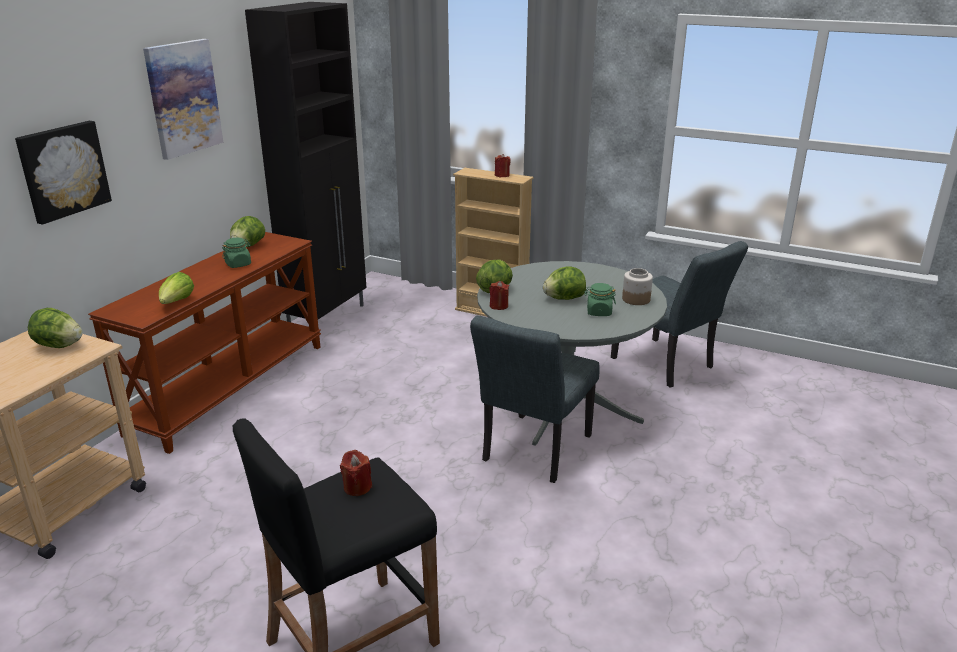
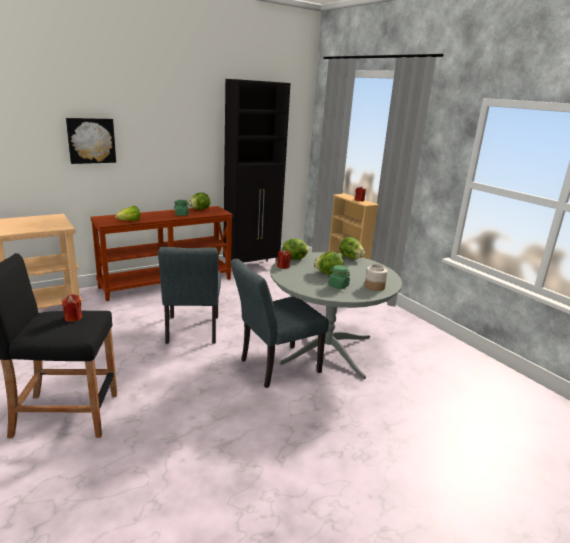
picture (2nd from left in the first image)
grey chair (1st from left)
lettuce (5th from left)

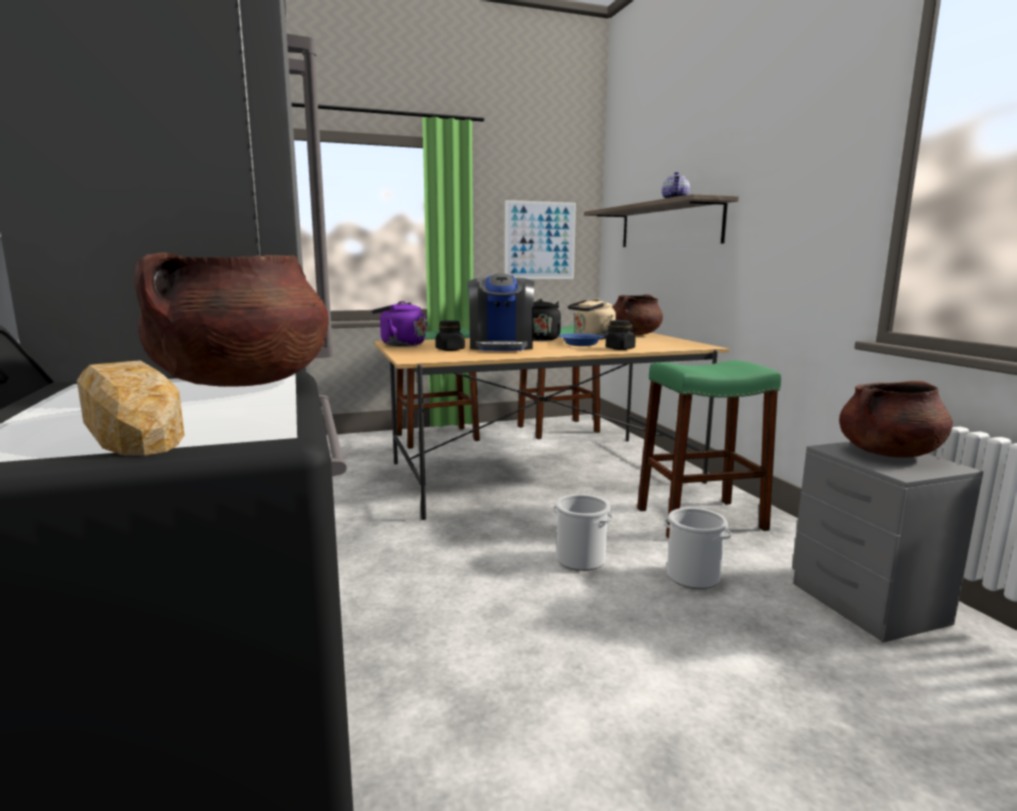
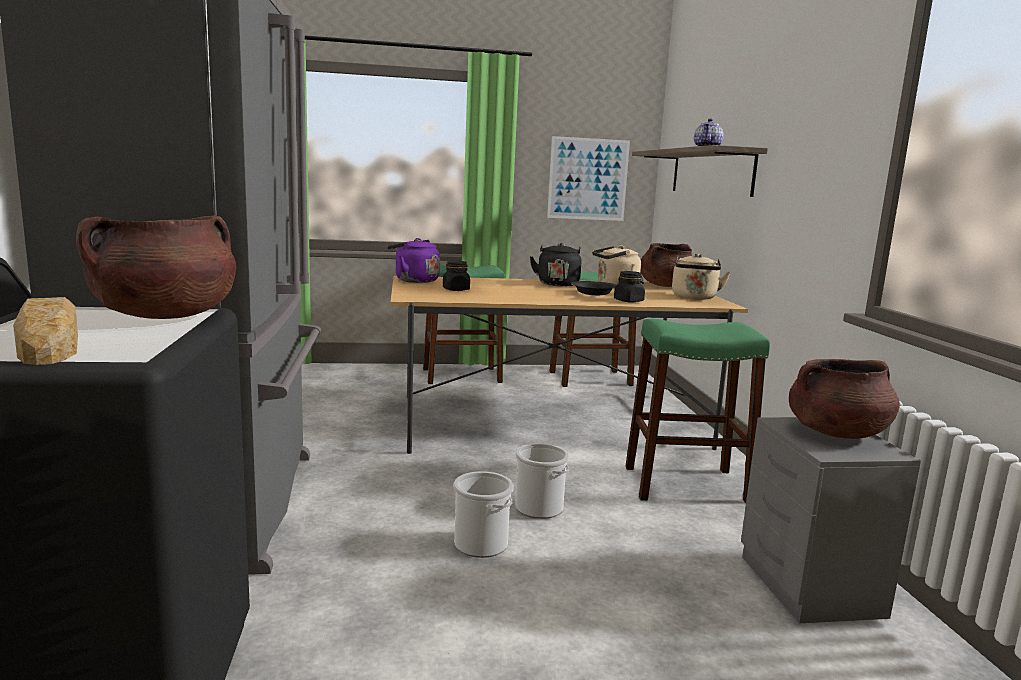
coffee machine
black bowl
bucket (1st from left)
beige kettle (2nd from left)

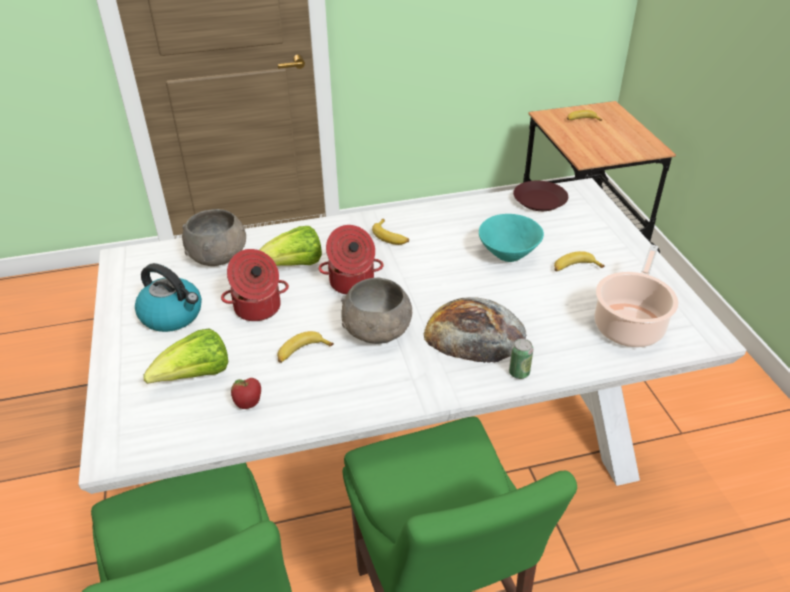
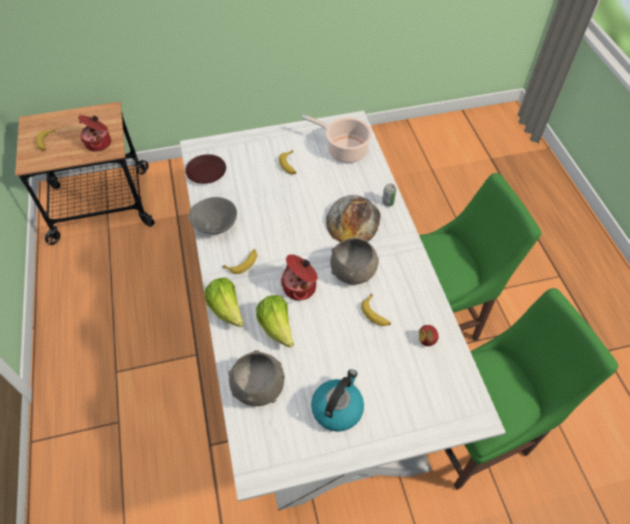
turquoise bowl
cooking pot (1st from left)
lettuce (1st from left)
grey bowl (1st from left)

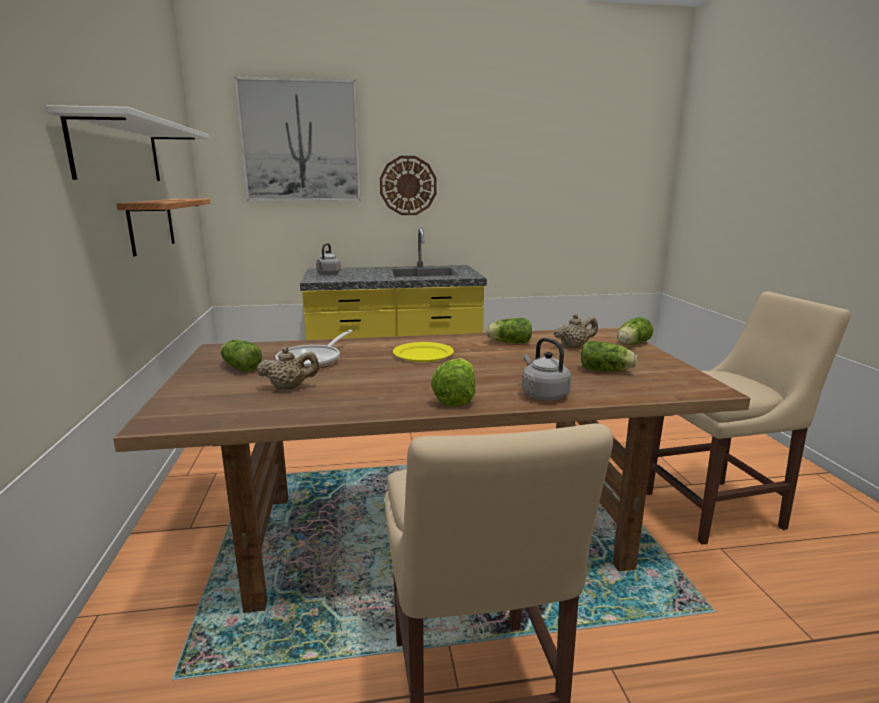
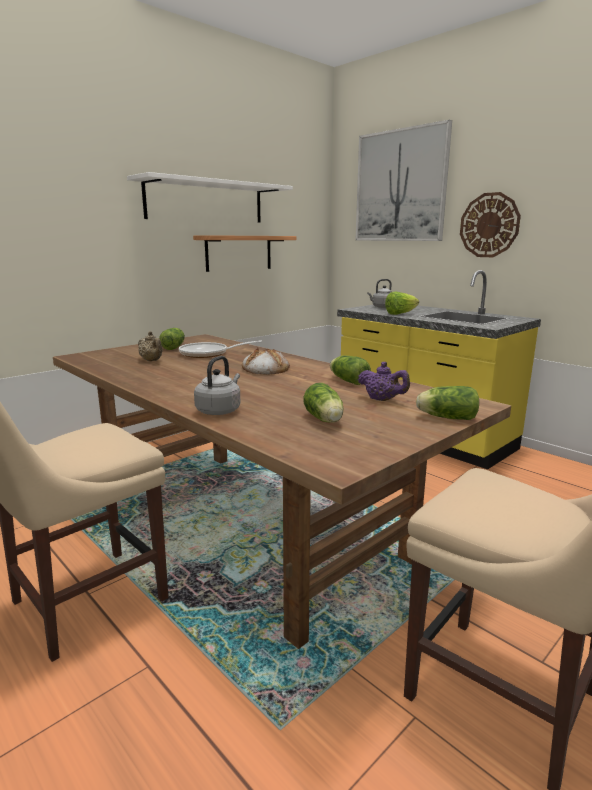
purple teapot
bread
lettuce (4th from left)

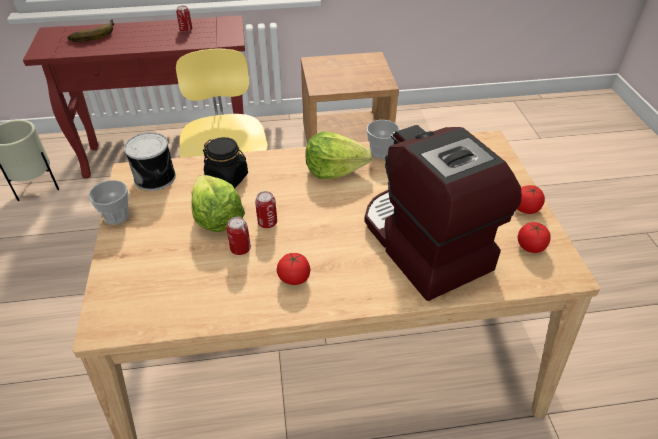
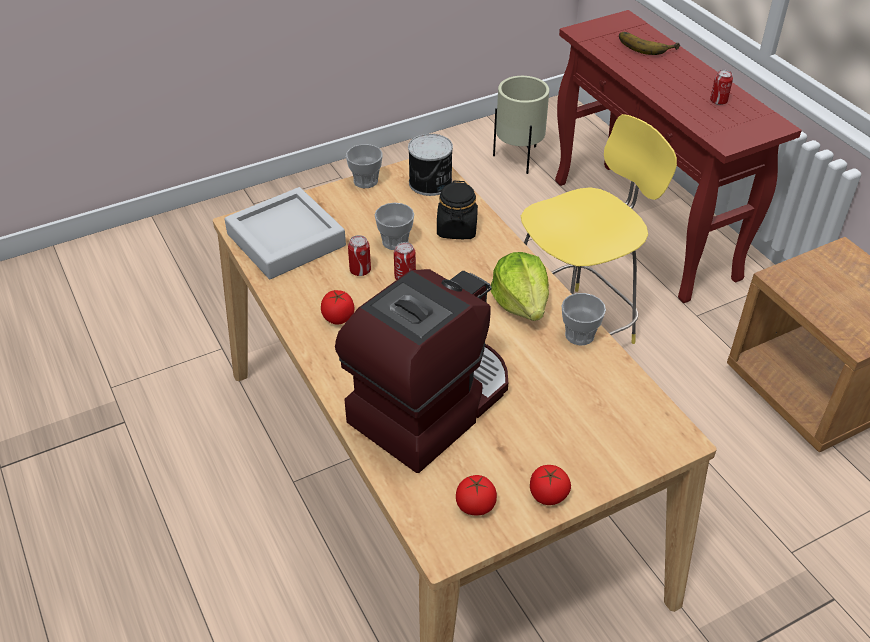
cup (2nd from left)
grey tray

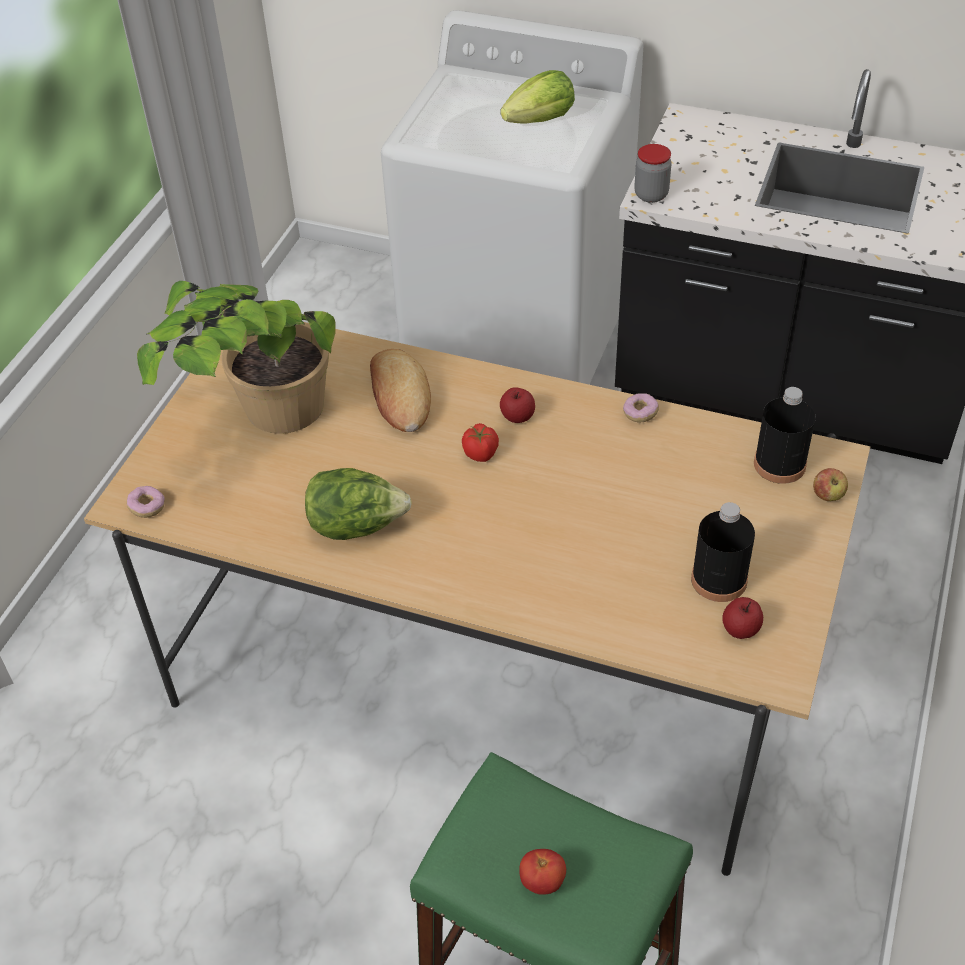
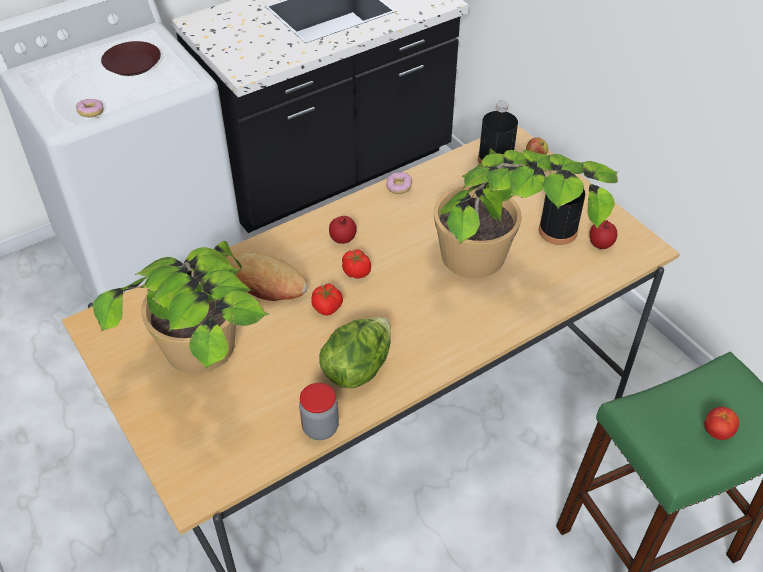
brown plate
jar
donut (1st from left)
potted plant (2nd from left)
tomato (1st from left)

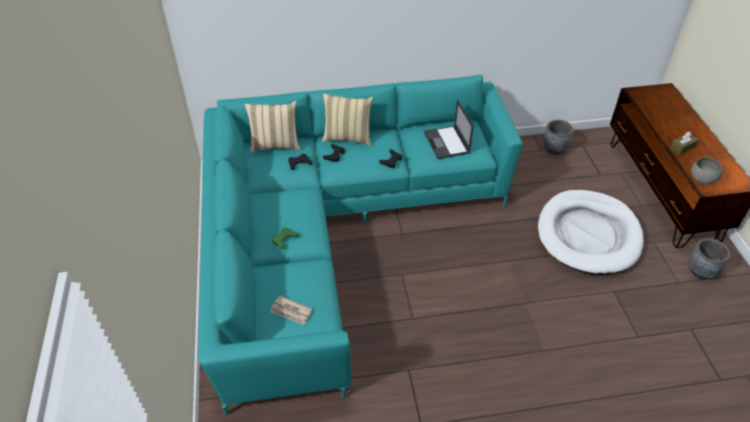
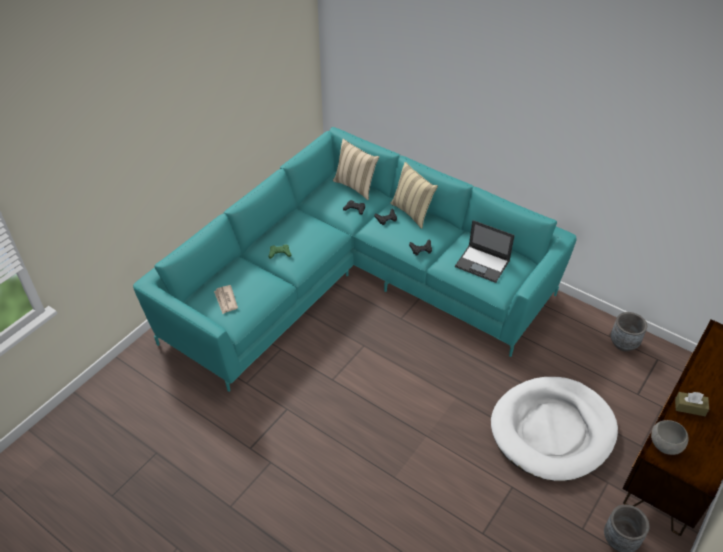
laptop

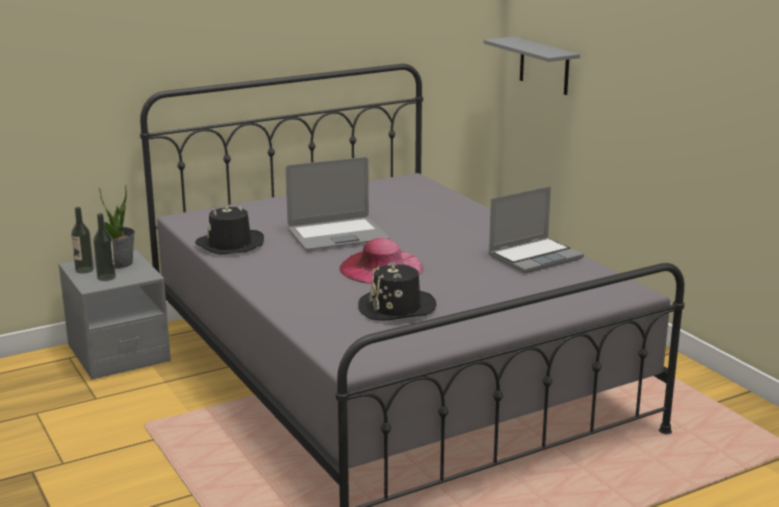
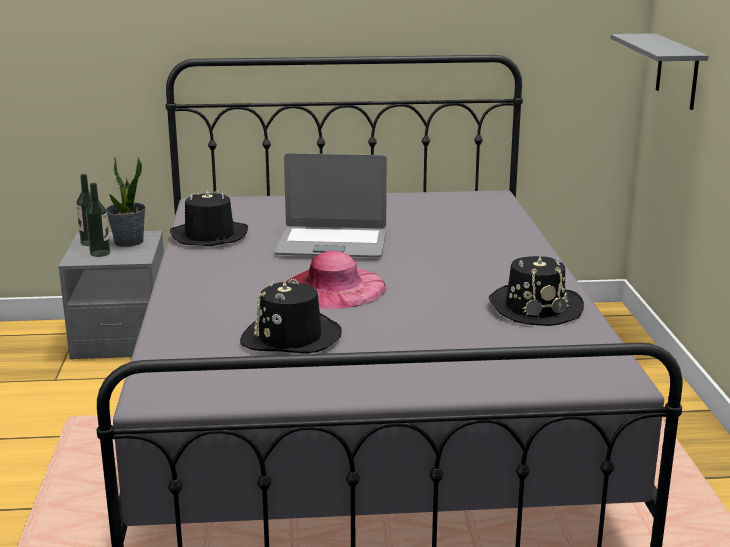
black hat (3rd from left)

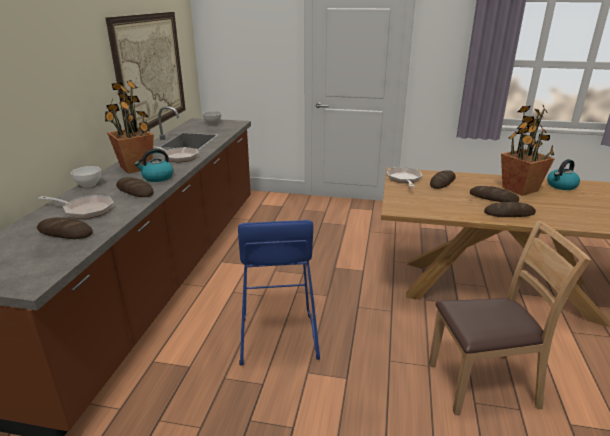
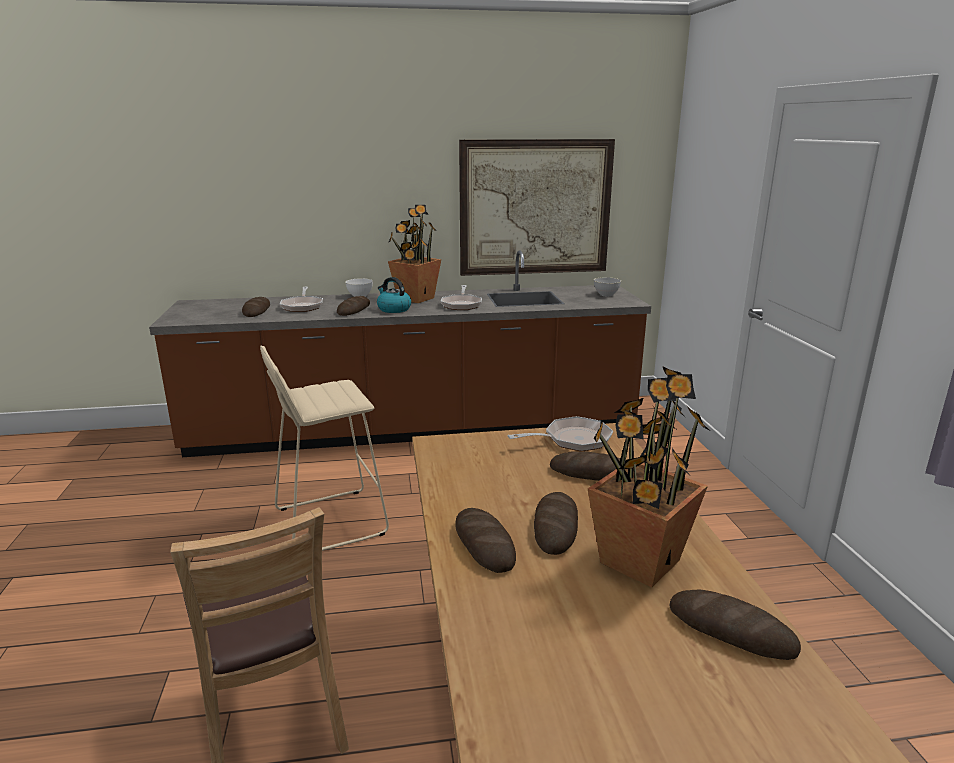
bread (6th from left)
beige stool

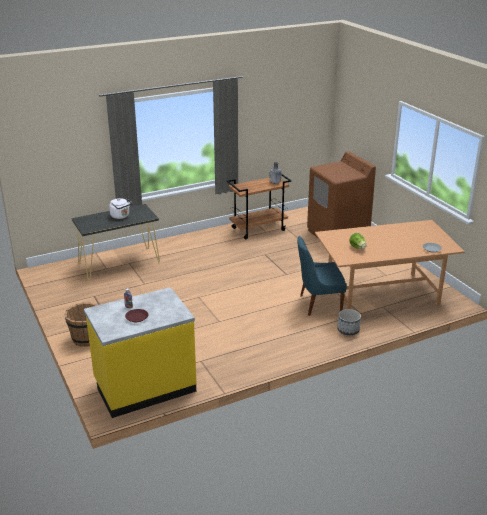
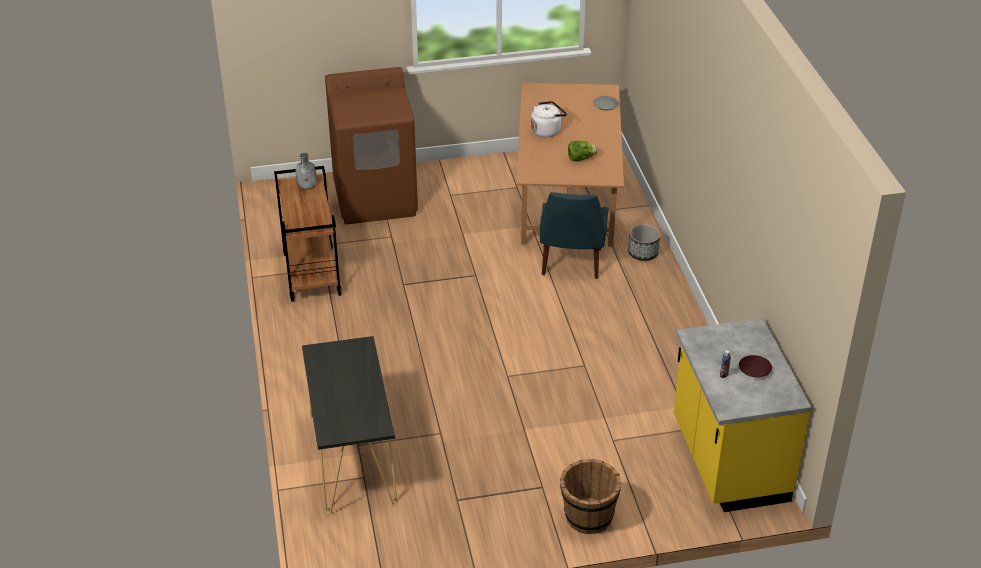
white kettle

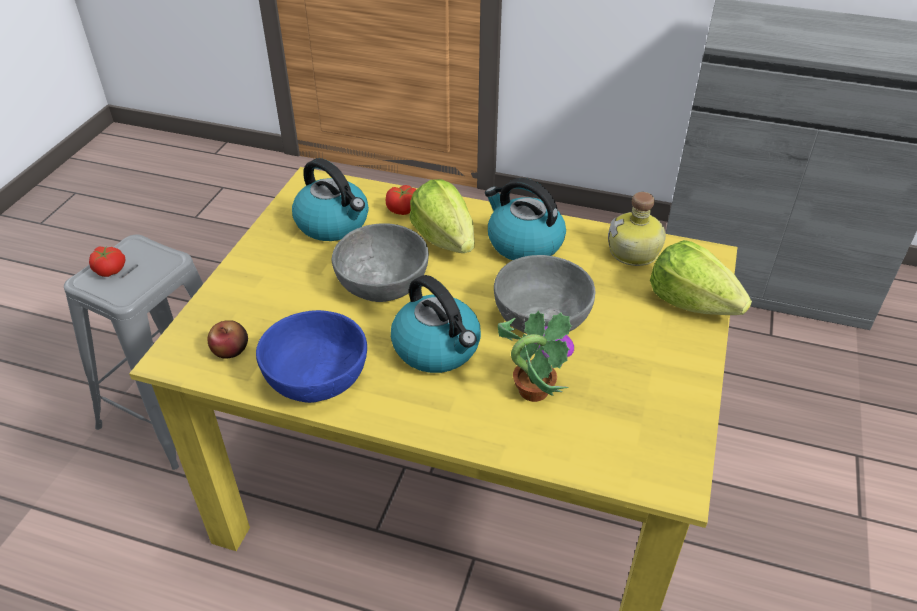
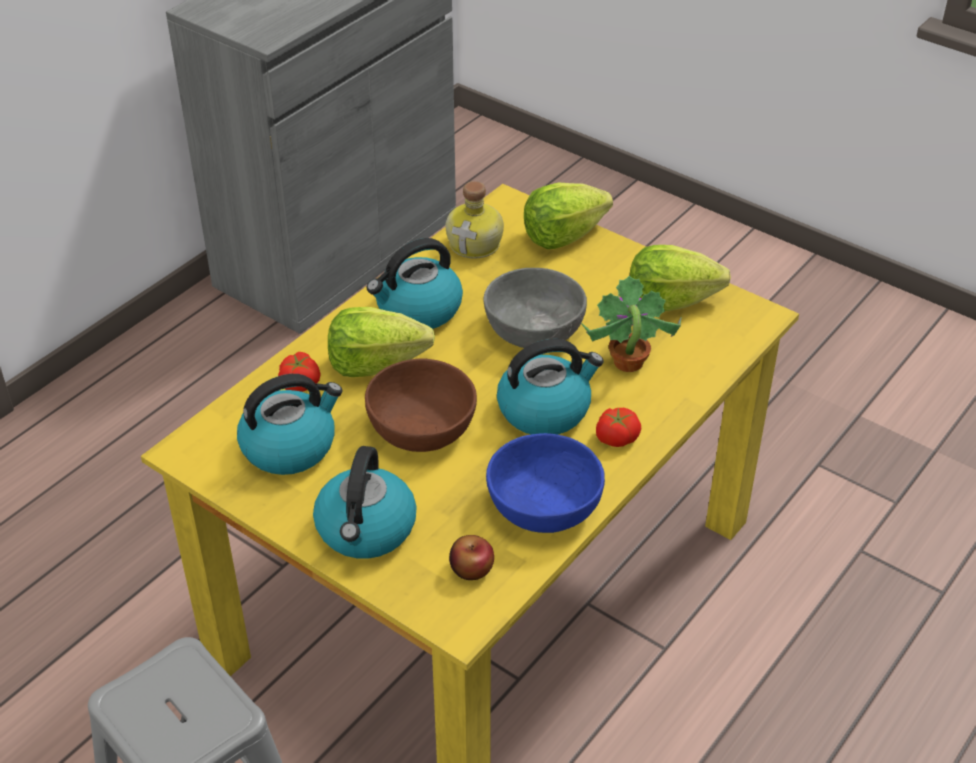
brown bowl
tomato (2nd from left)
lettuce (3rd from left)
kettle (2nd from left)

